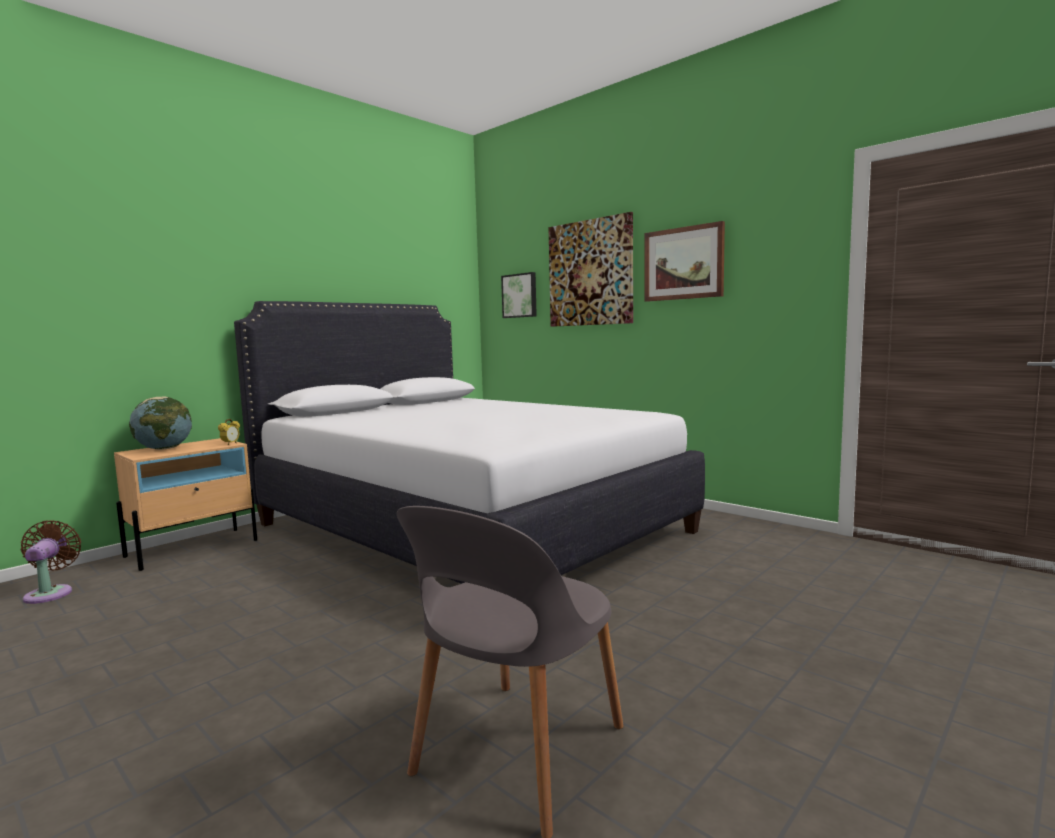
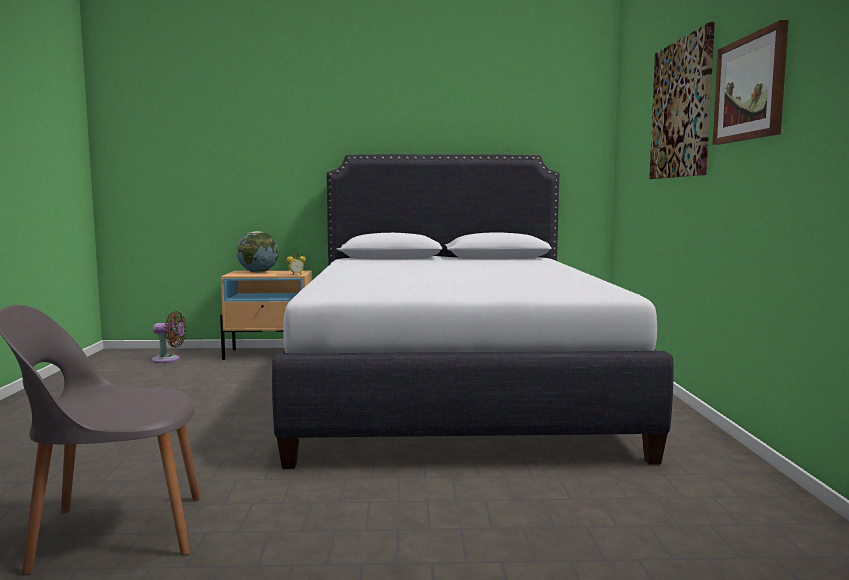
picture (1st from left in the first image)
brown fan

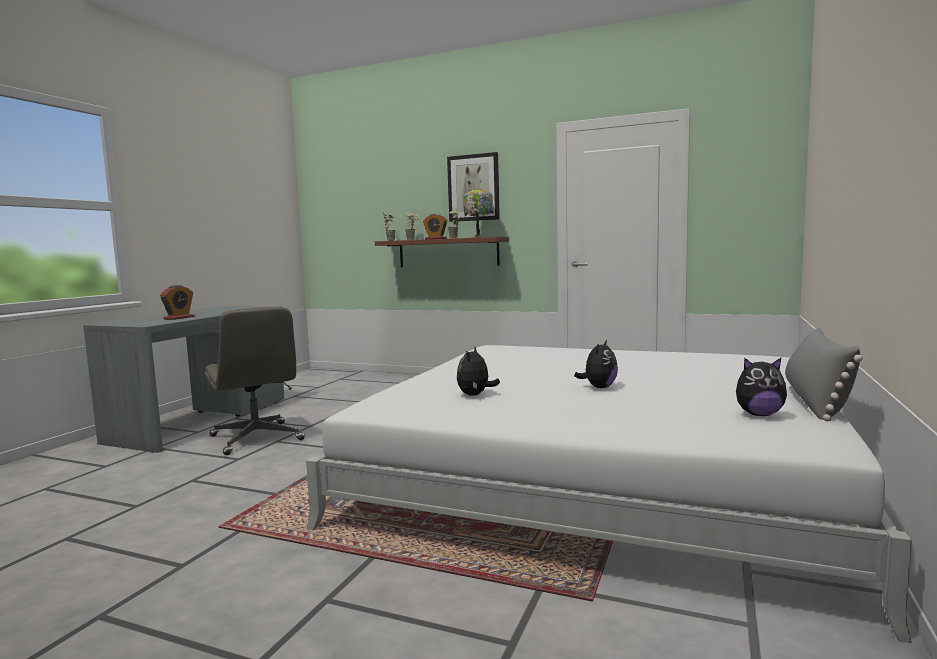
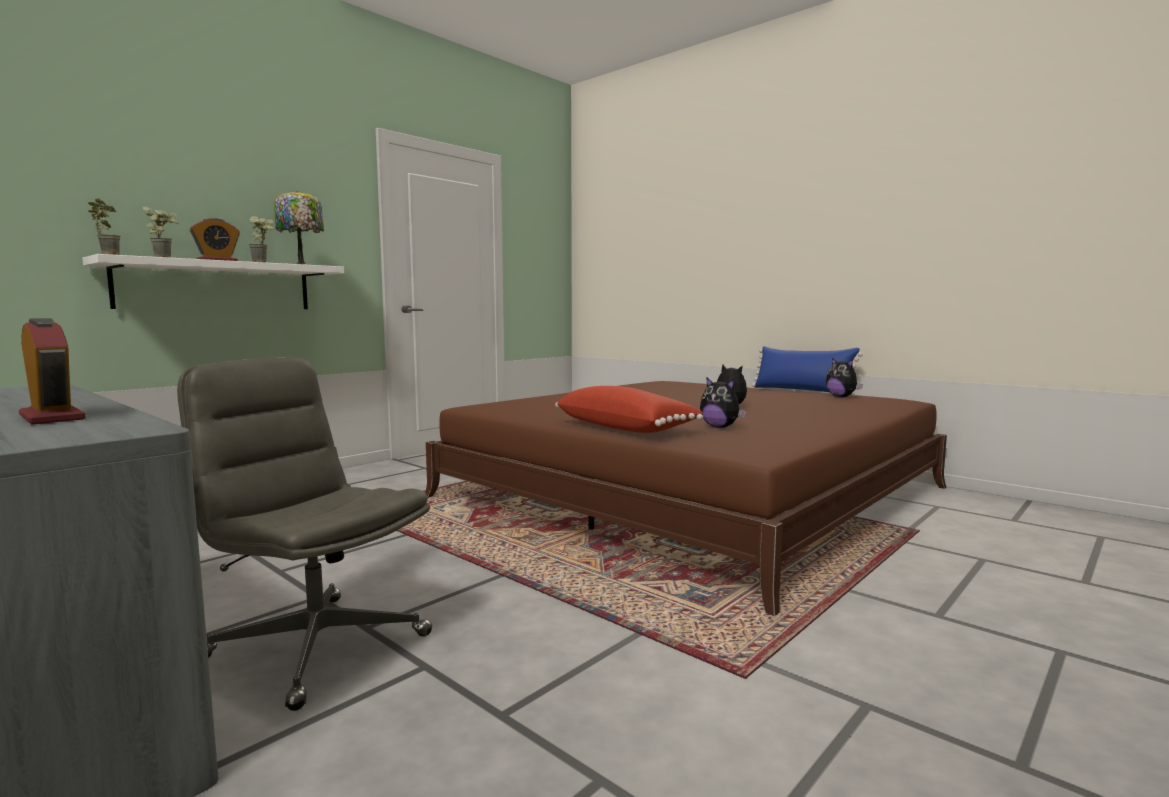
picture
white shelf
grey office chair
blue pillow
brown bed
plush toy (3rd from left)
red pillow

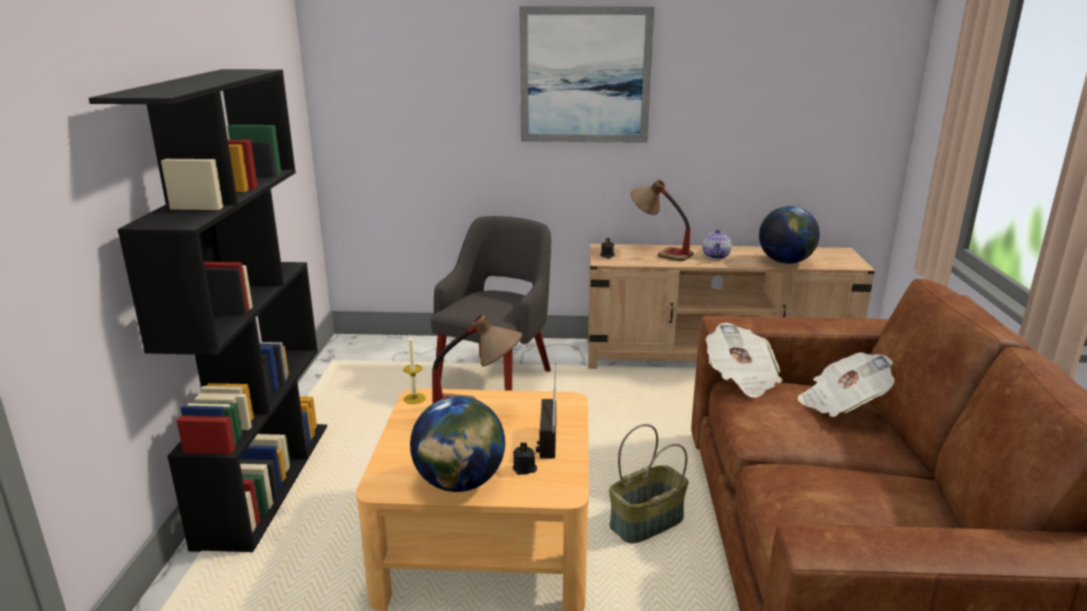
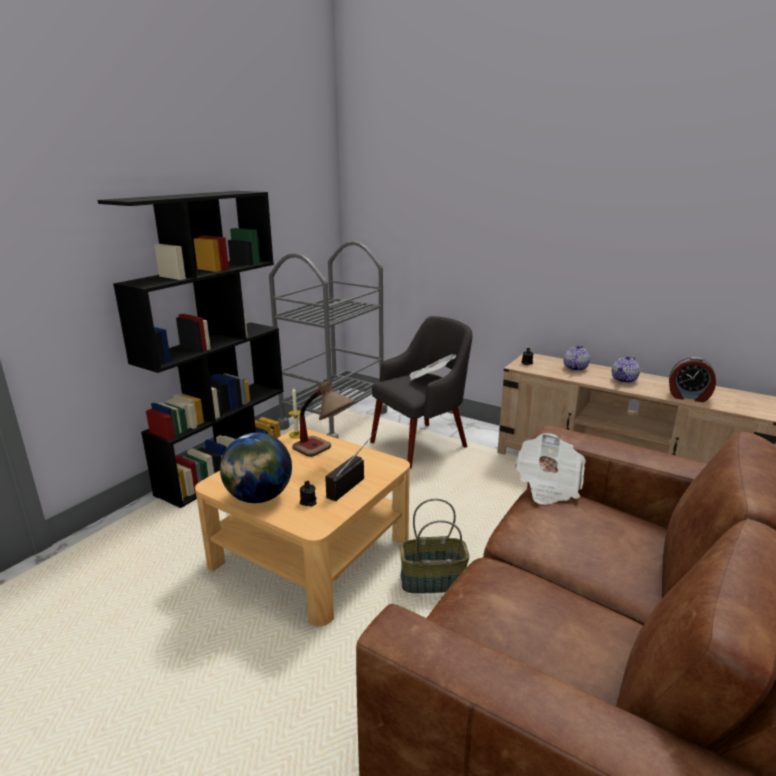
picture
teapot (1st from left)
alarm clock
newspaper (1st from left)
grey cart

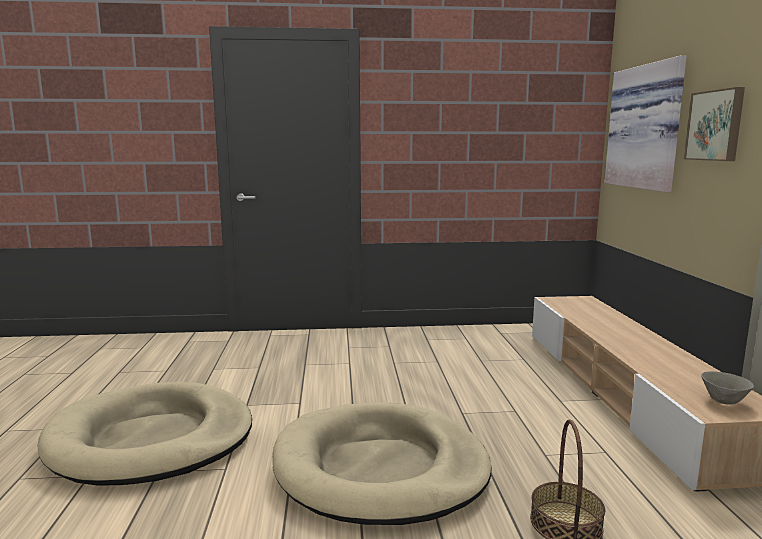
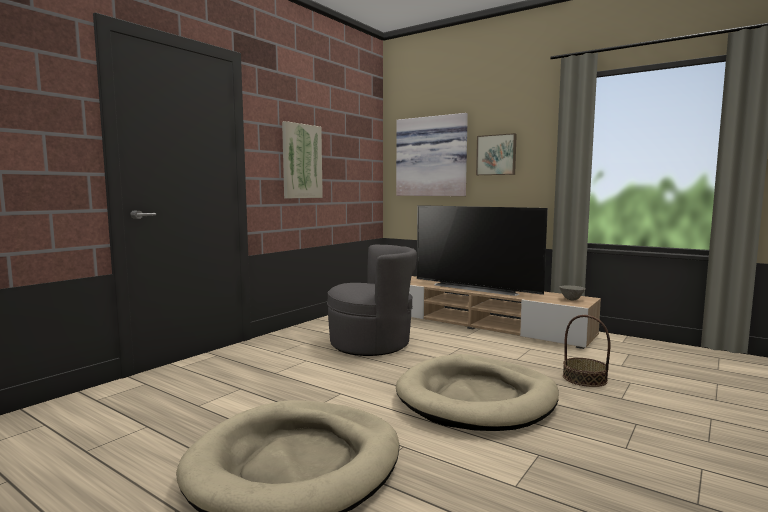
picture (1st from left)
television
grey armchair

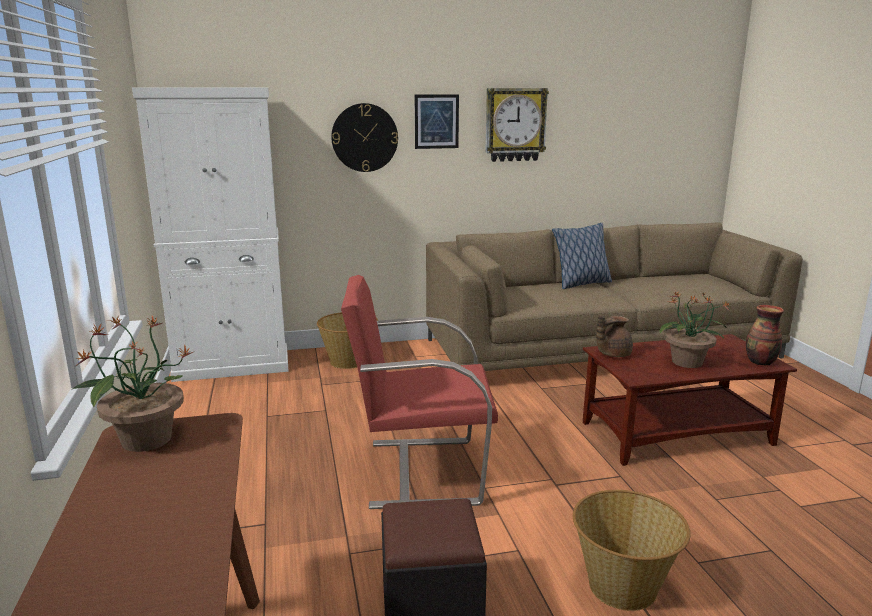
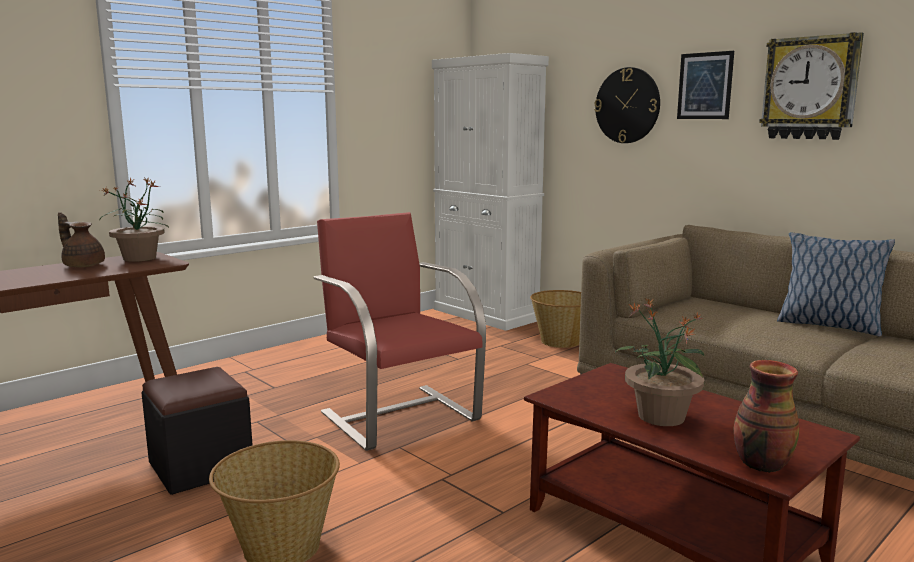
brown teapot

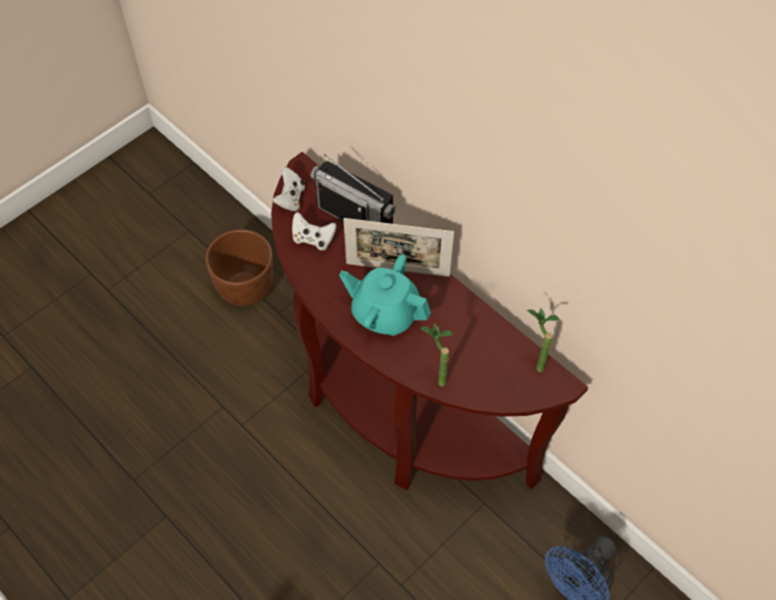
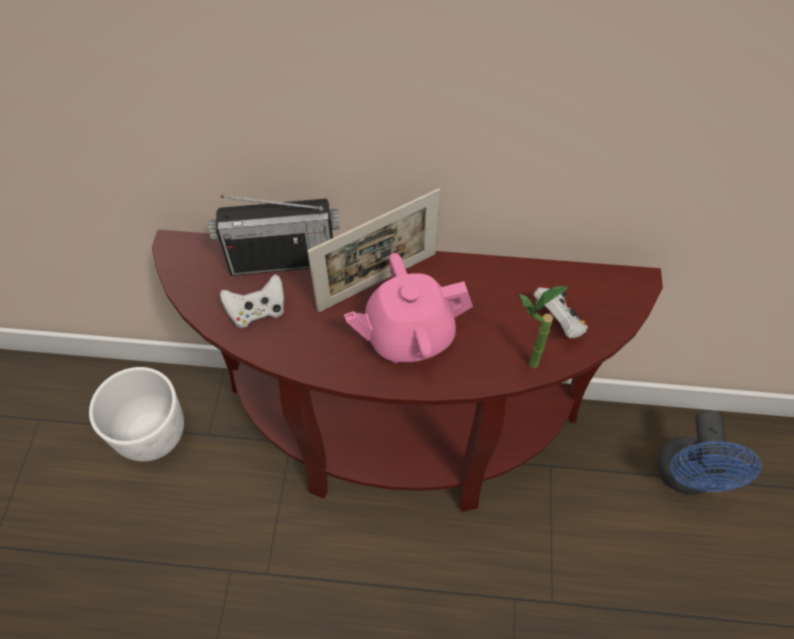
white game controller (2nd from left)
white planter
pink teapot
potted plant (2nd from left in the first image)

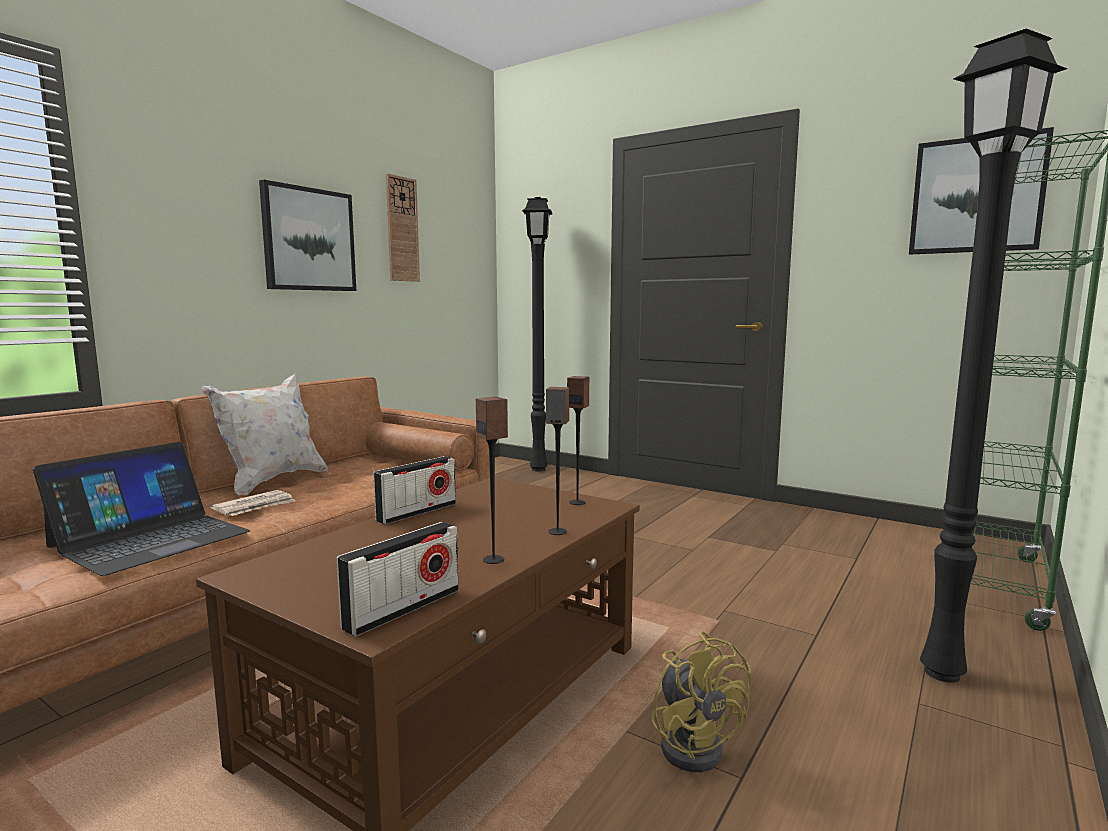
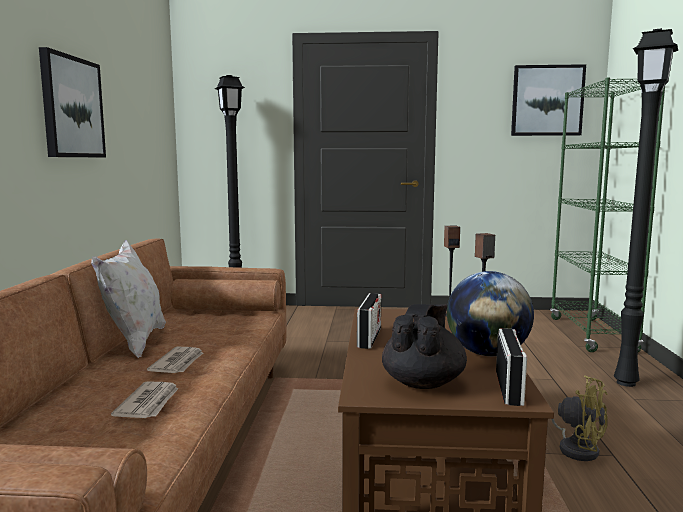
wall clock
globe
newspaper (1st from left)
black teapot

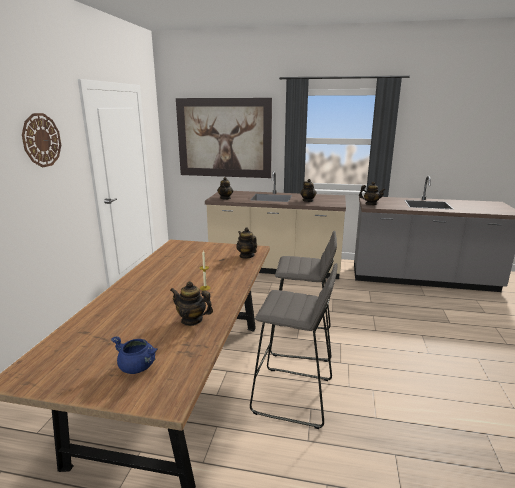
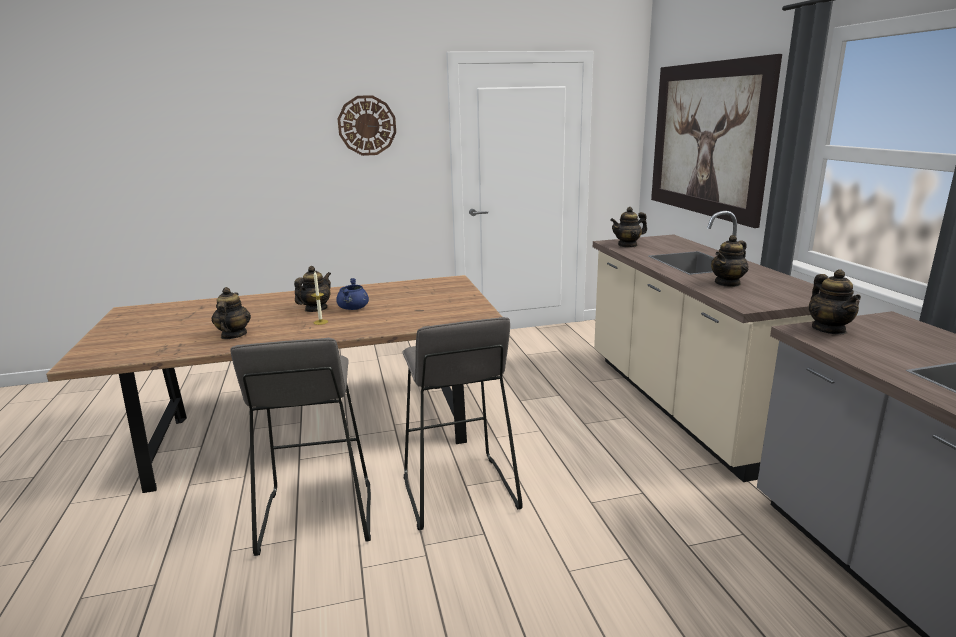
teapot (2nd from left)
blue cooking pot

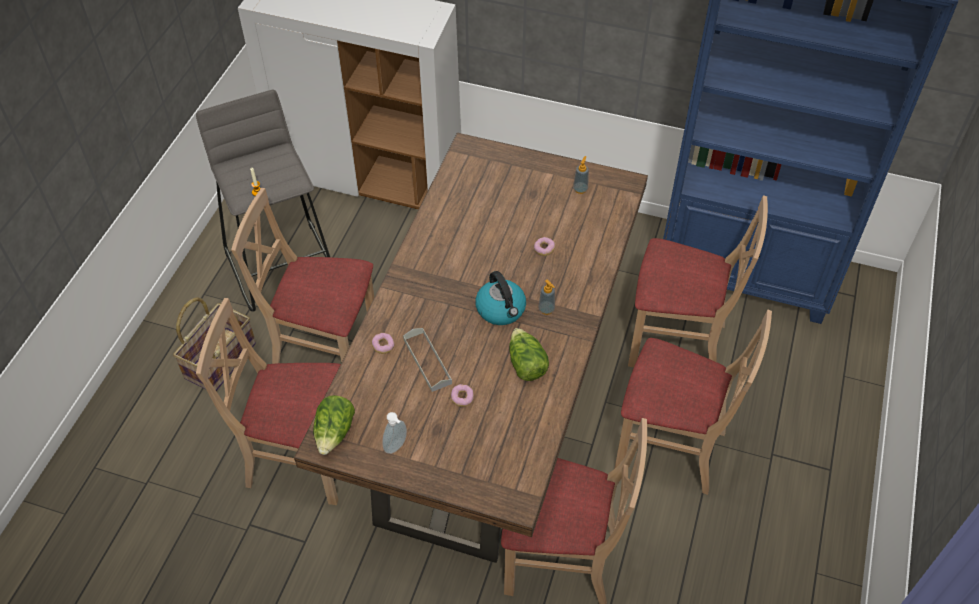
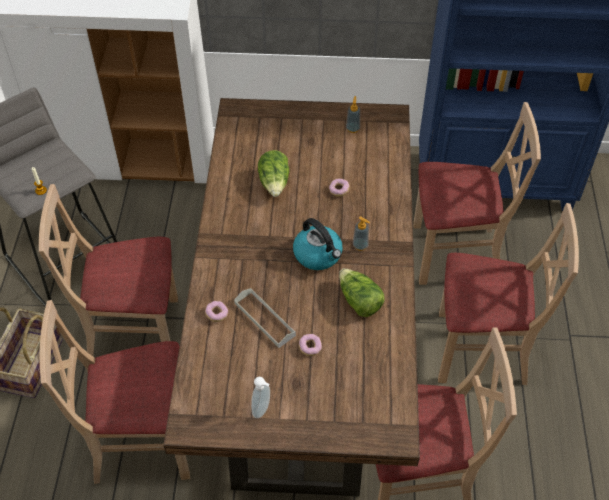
lettuce (1st from left)

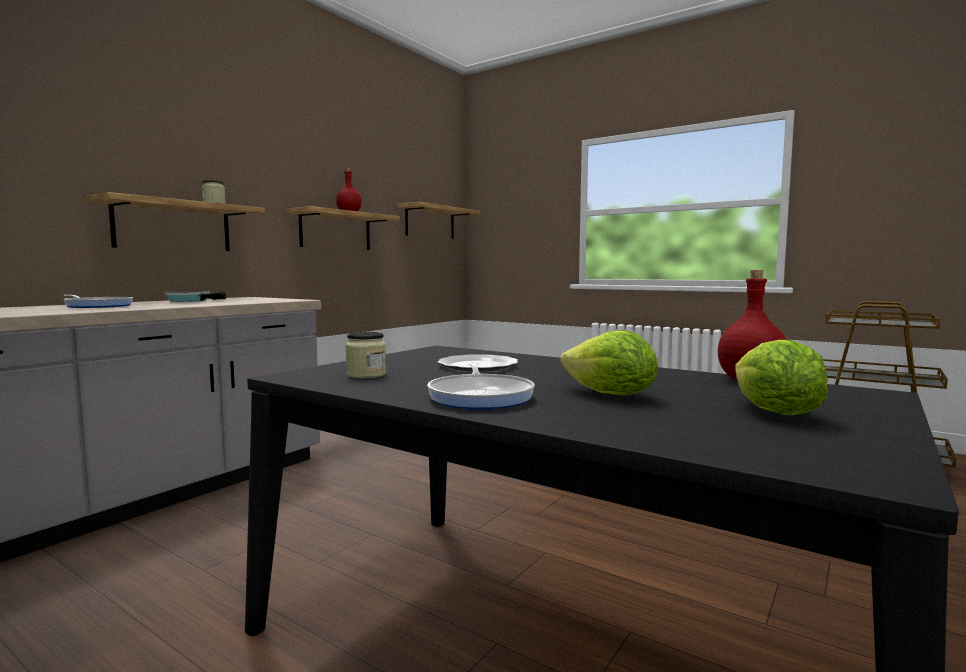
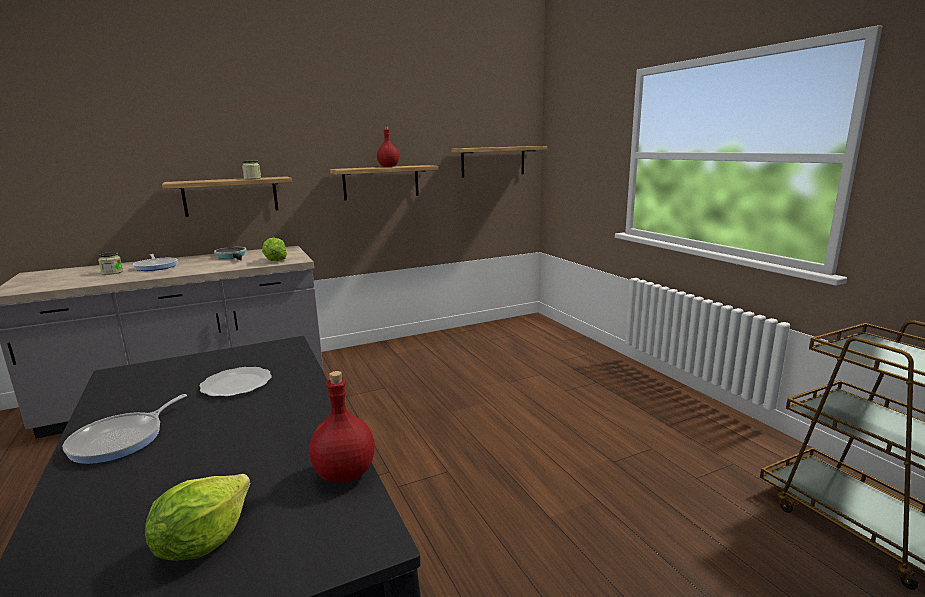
lettuce (2nd from left)
jar (1st from left)

